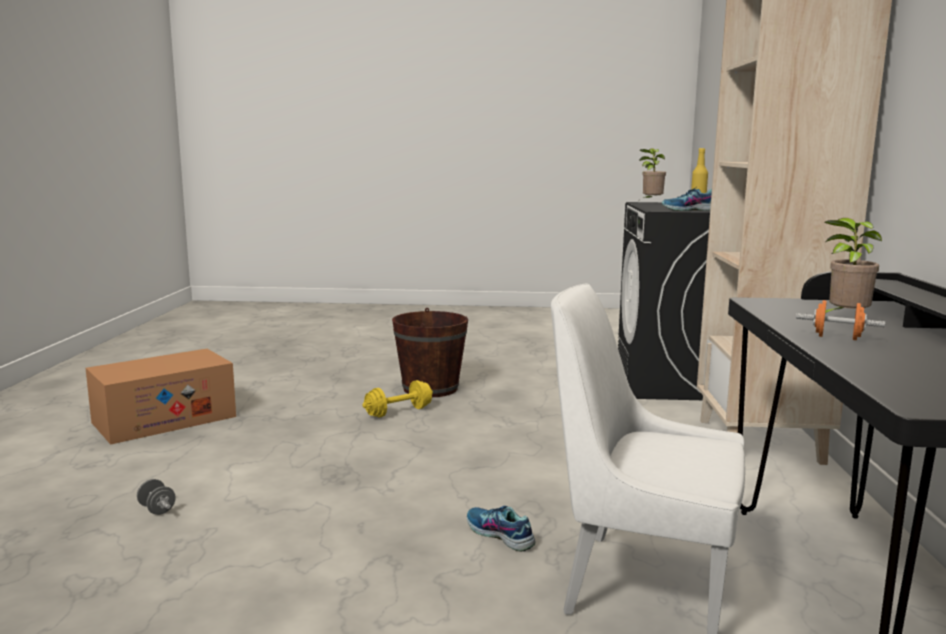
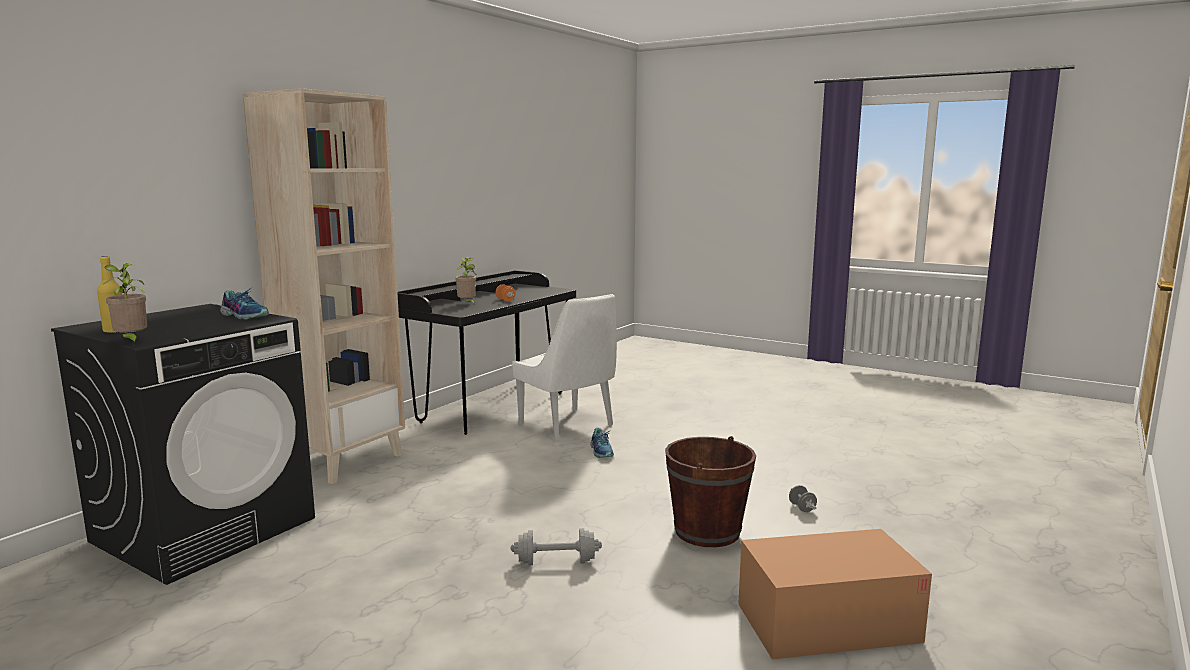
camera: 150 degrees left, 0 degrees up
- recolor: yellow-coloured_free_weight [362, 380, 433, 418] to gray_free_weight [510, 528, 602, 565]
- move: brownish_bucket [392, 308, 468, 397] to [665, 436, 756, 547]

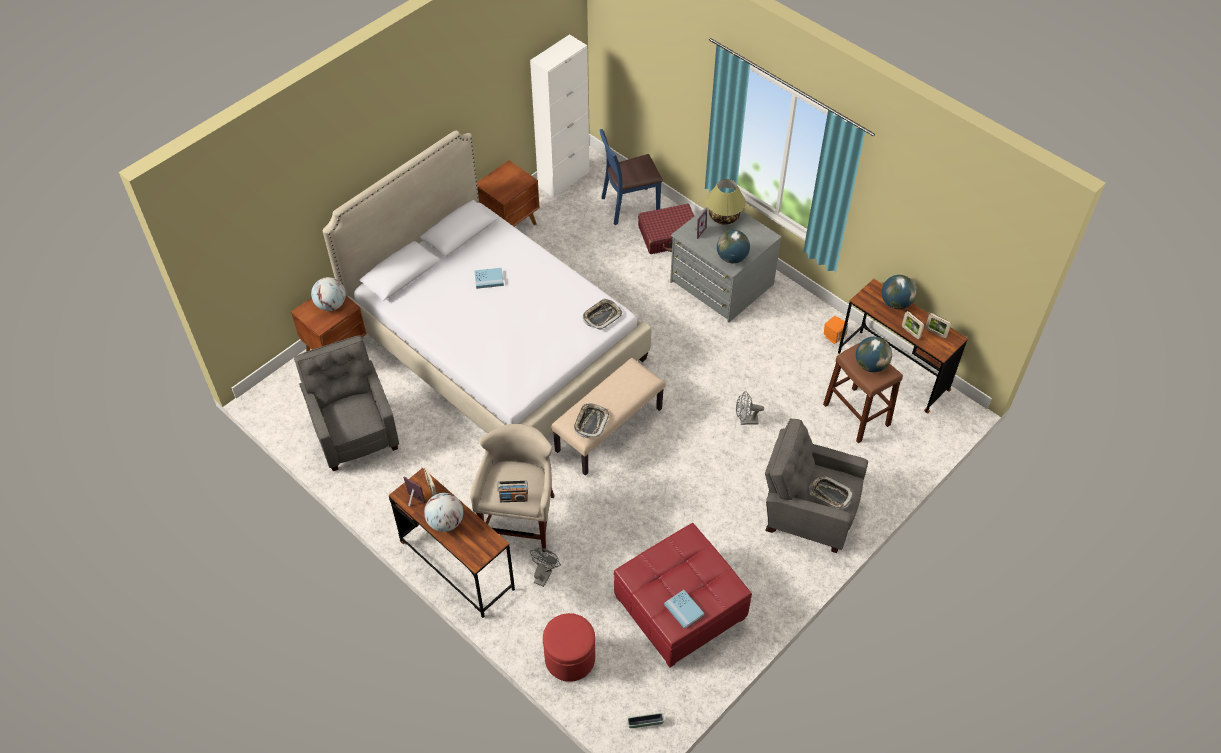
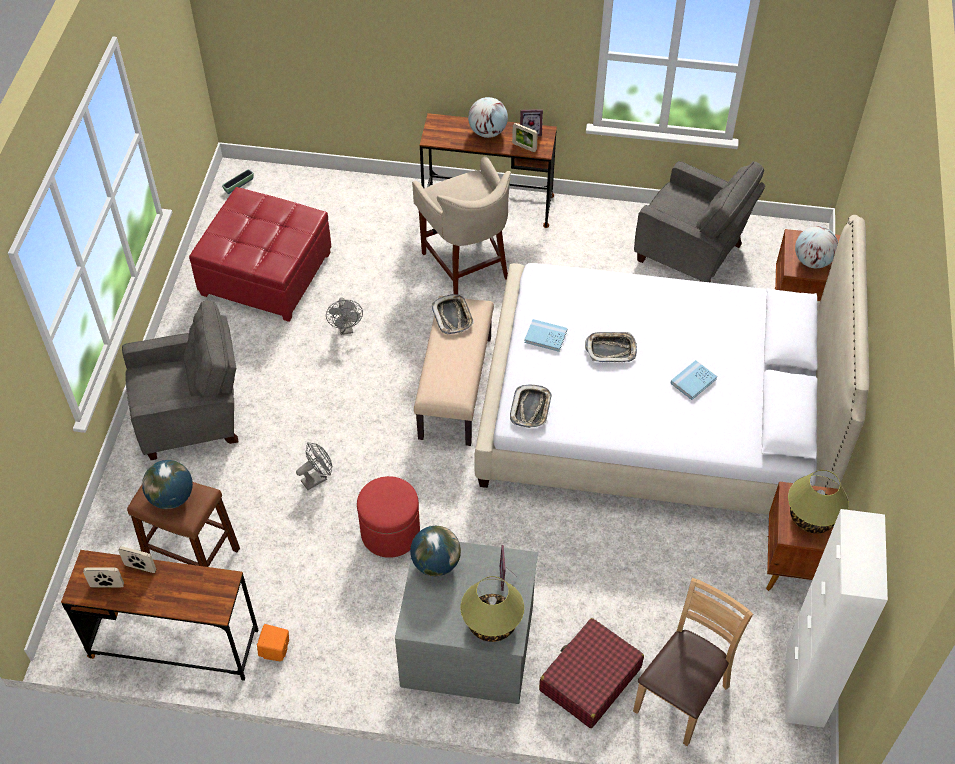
camera: 145 degrees right, 0 degrees up
- delete: radio_receiver [497, 481, 528, 502]
- move: gray_cooling_fan [530, 548, 561, 587] to [326, 298, 363, 335]
- move: red-coloured_footrest [543, 613, 595, 682] to [357, 476, 420, 558]
- recolor: blue_plain_chair [600, 129, 663, 225] to brownish_plain_chair [633, 578, 753, 746]
- move: blue_book [664, 590, 704, 629] to [524, 319, 567, 352]
- move: carrying_tray [809, 475, 853, 509] to [585, 332, 637, 362]
- delete: world_globe [881, 275, 917, 309]
- insert: tabletop_lamp [788, 470, 849, 533]

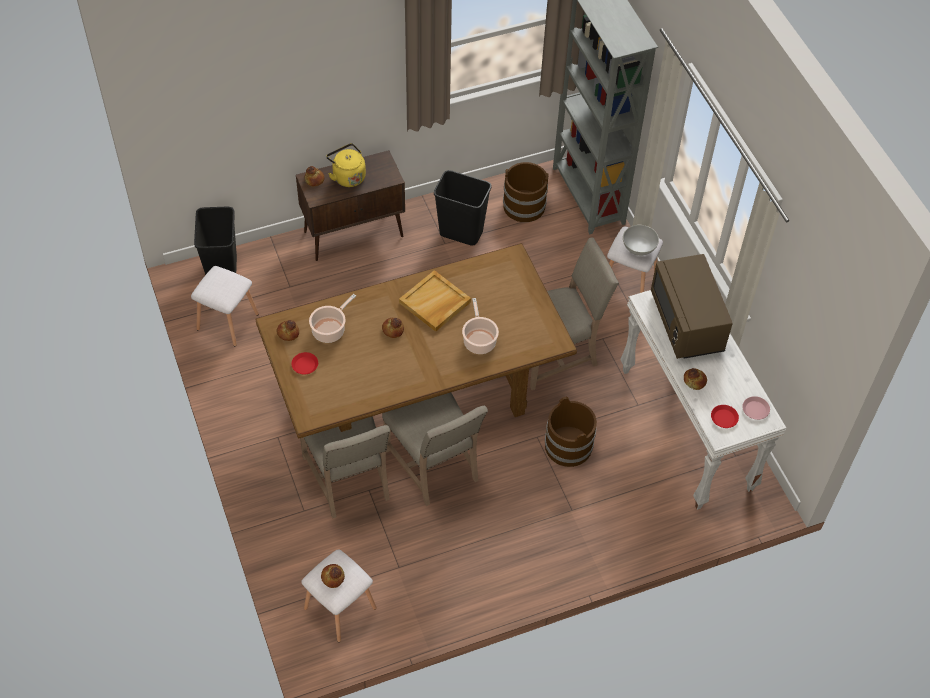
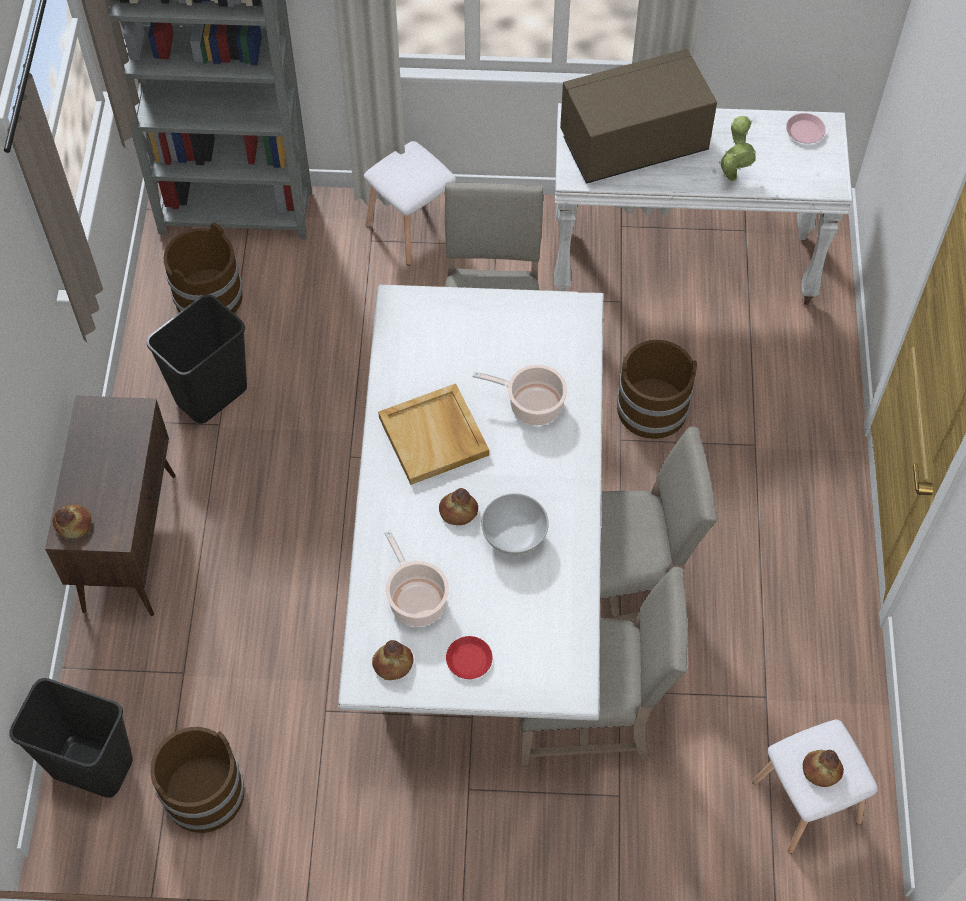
camera: 65 degrees left, 5 degrees up
- replace: whitish_stool [191, 266, 259, 346] to brownish_bucket [150, 727, 244, 833]
- recolor: brownish_kitchen_table [255, 243, 577, 439] to whitish_kitchen_table [338, 285, 603, 721]
- delete: yellow-coloured_water_kettle [326, 143, 366, 187]
- move: whitish_deep_dish [623, 225, 659, 256] to [481, 493, 549, 555]
- rotate: brownish_microwave_oven [651, 254, 733, 359] = [560, 49, 717, 184] 150 degrees clockwise
- replace: baked_bread [684, 368, 707, 390] to potted_plant [719, 116, 756, 181]
- delete: red-coloured_flat_dish [711, 405, 739, 428]

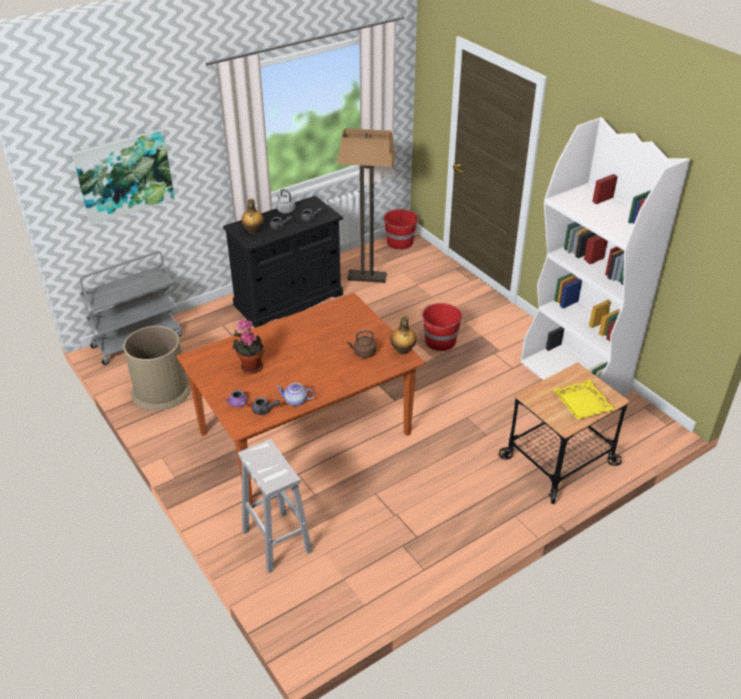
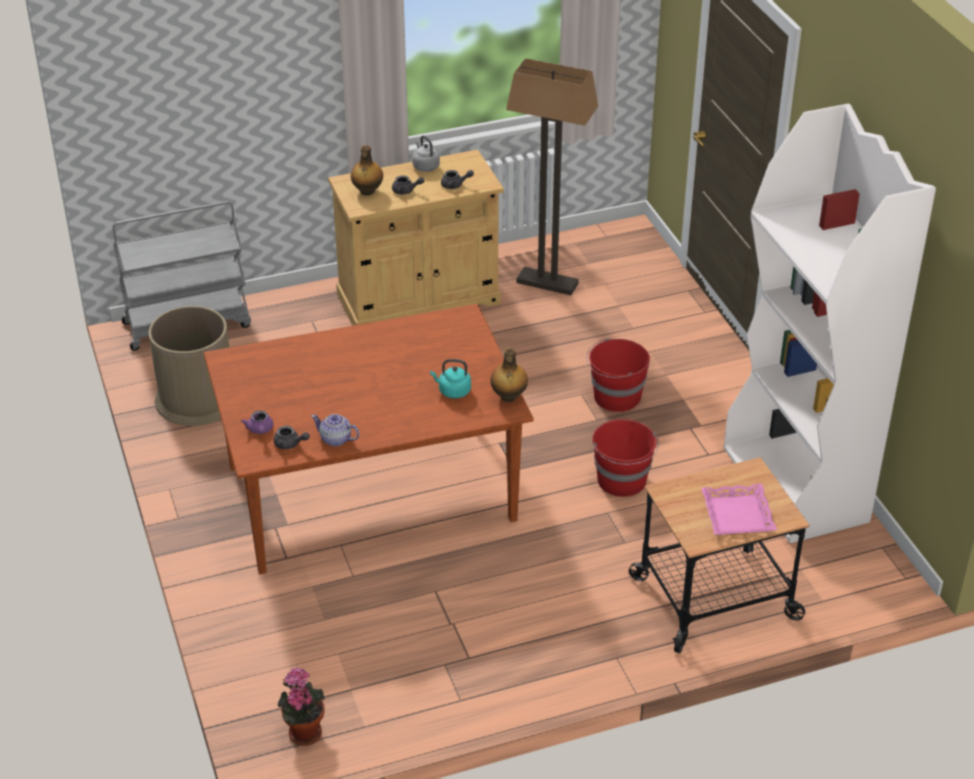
camera: 15 degrees right, 0 degrees up
- delete: wall_art [72, 129, 175, 225]
- recolor: blackish_cabinet [223, 196, 343, 328] to beige_cabinet [328, 150, 504, 326]
- move: potted_plant [233, 319, 264, 374] to [277, 667, 325, 746]
- delete: whitish_stool [238, 439, 312, 573]
- recolor: brownish_water_kettle [347, 330, 376, 358] to turquoise_water_kettle [430, 359, 471, 398]
- move: red-coloured_bucket [384, 209, 419, 250] to [592, 419, 659, 497]
- recolor: yellow-coloured_carrying_tray [553, 380, 615, 420] to pinkish_carrying_tray [701, 484, 777, 535]

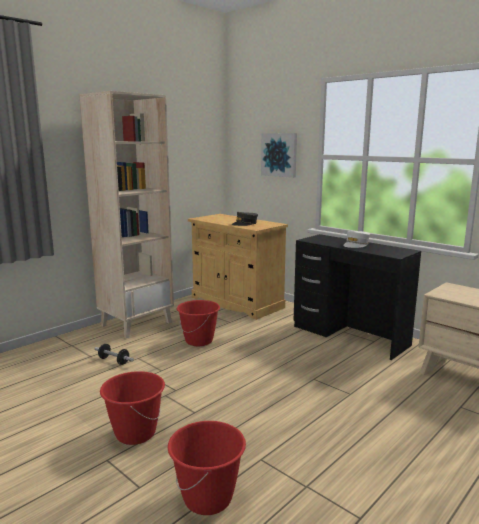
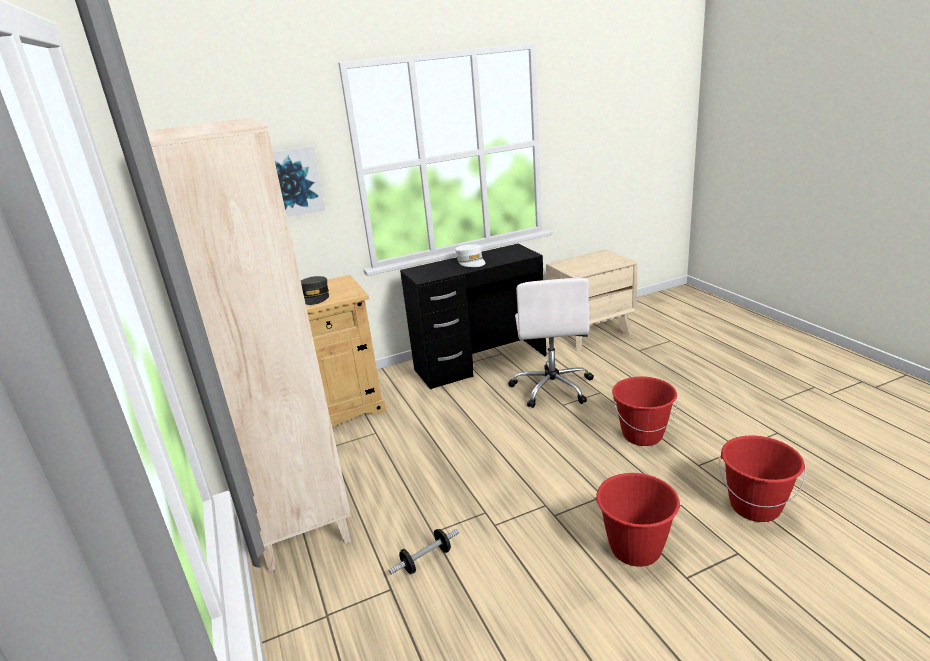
camera: 65 degrees left, 10 degrees up
- move: red-coloured_bucket [177, 300, 220, 346] to [612, 377, 677, 446]
- insert: whitish_computer_chair [508, 278, 594, 408]

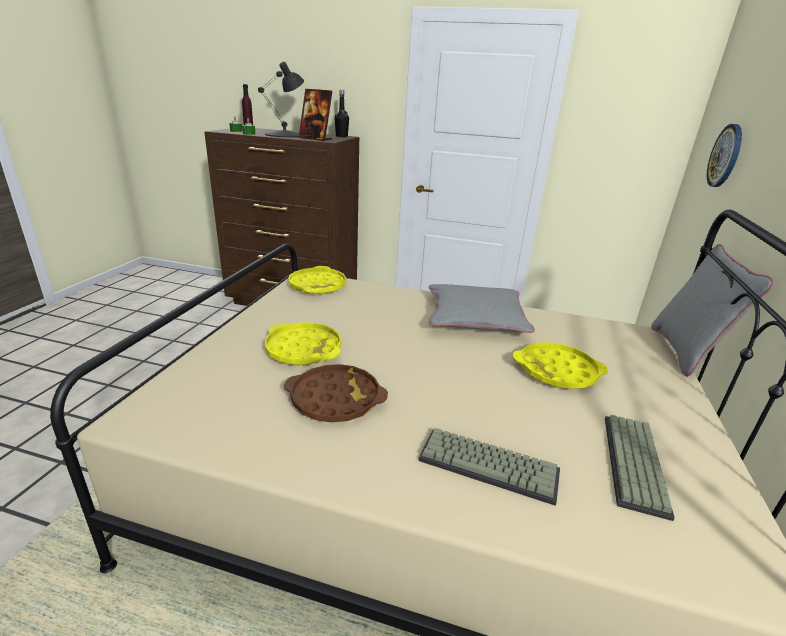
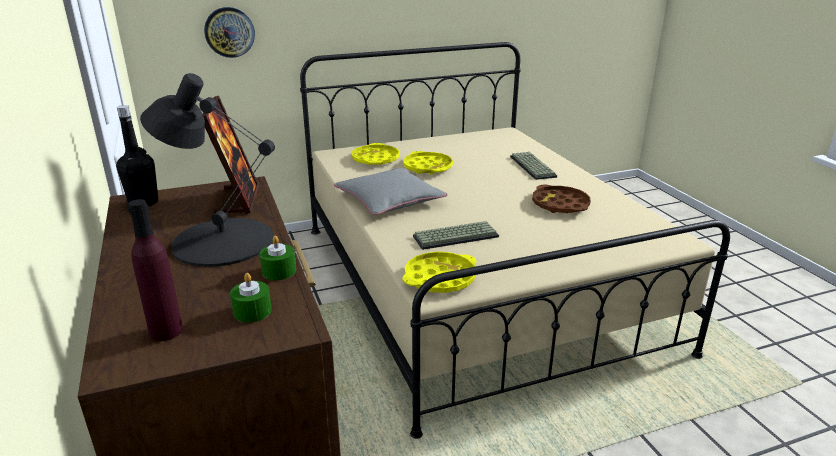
camera: 125 degrees left, 0 degrees up
- move: yellow-coloured_carrying_tray [265, 323, 341, 366] to [351, 143, 400, 165]
- move: PC_keyboard [605, 415, 674, 521] to [413, 221, 499, 250]
- delete: gray_pillow [651, 244, 775, 377]

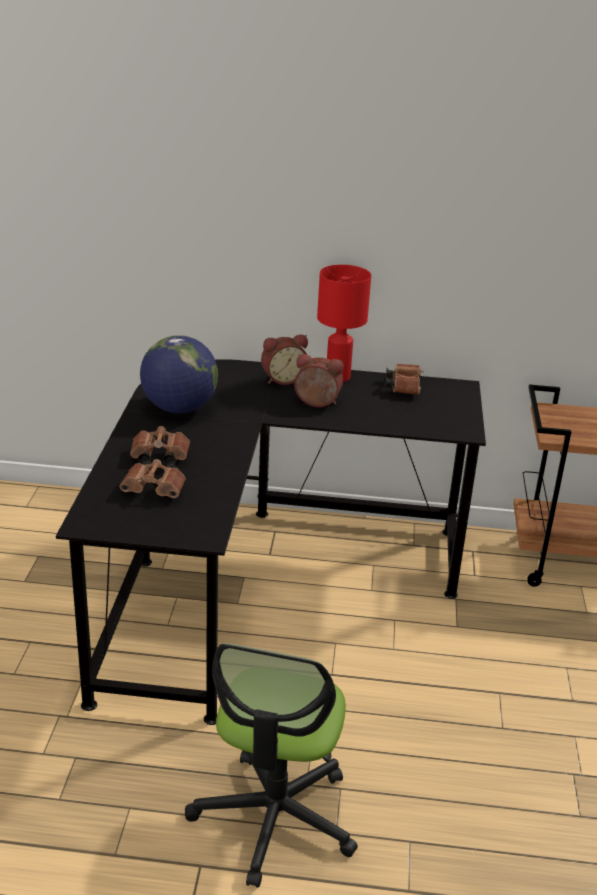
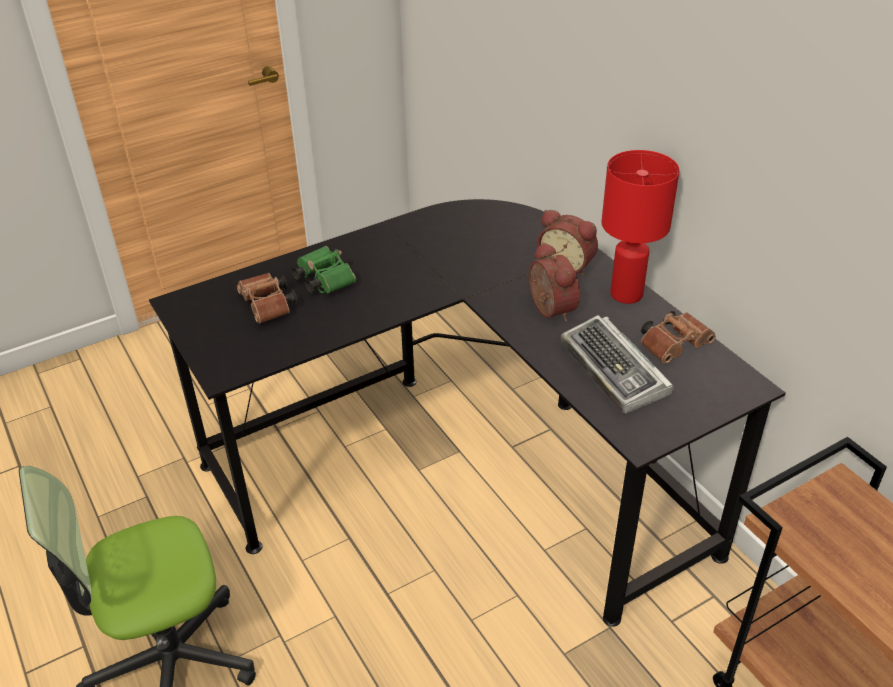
camera: 55 degrees right, 10 degrees up
- recolor: brownish_field_glasses [130, 426, 190, 466] to greenish_field_glasses [292, 246, 356, 293]
- delete: world_globe [140, 335, 218, 413]
- insert: PC_keyboard [560, 315, 674, 414]

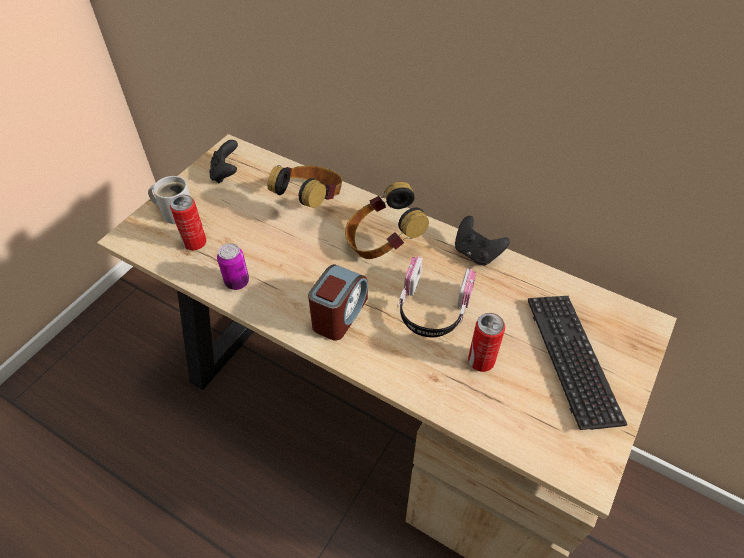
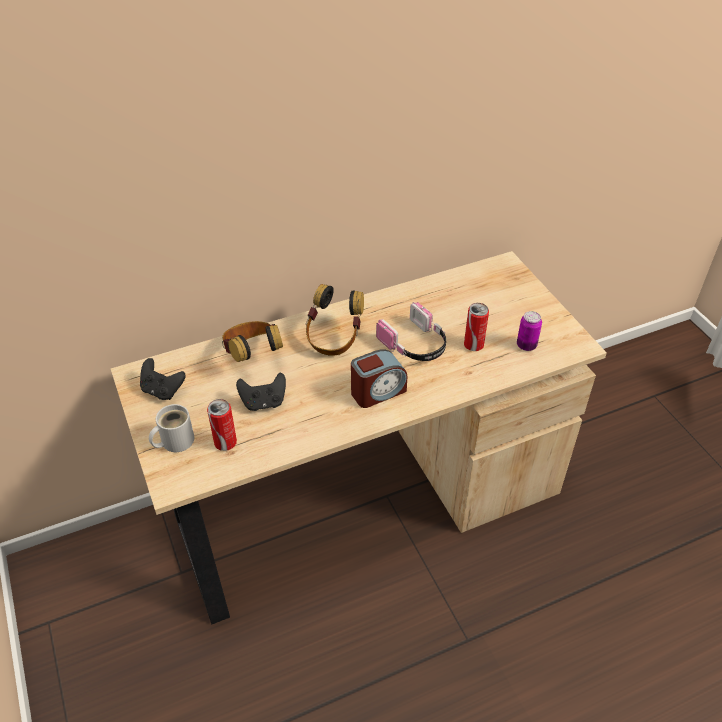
camera: 55 degrees left, 5 degrees down
- move: metal_can [217, 243, 249, 290] to [517, 311, 542, 351]
- rotate: alarm_clock [308, 264, 368, 340] = [351, 349, 407, 408] 90 degrees clockwise
- move: blackish_joypad [455, 216, 510, 266] to [236, 373, 286, 411]
- delete: PC_keyboard [528, 296, 627, 430]

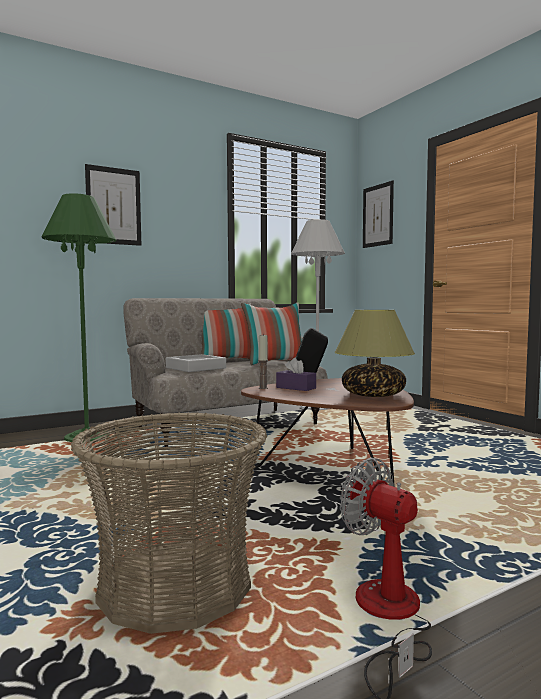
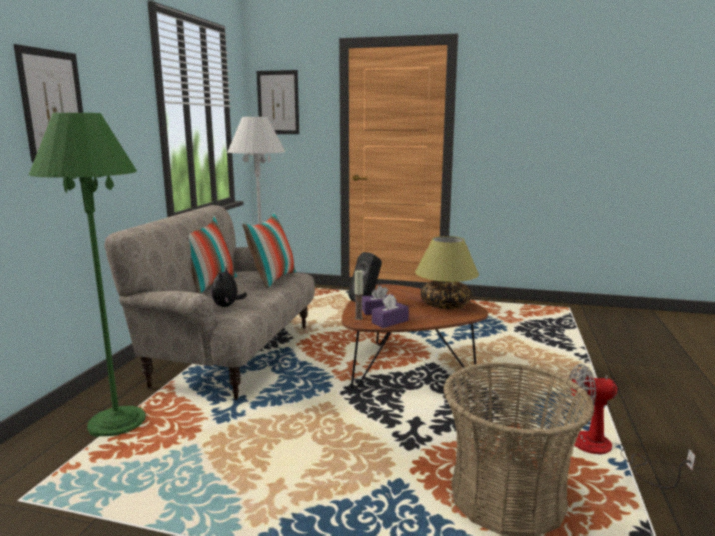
camera: 45 degrees left, 10 degrees up
- replace: gray_carrying_tray [166, 354, 226, 372] to plush_toy [211, 268, 247, 307]
- insert: purple_tissue_holder [372, 294, 409, 328]

